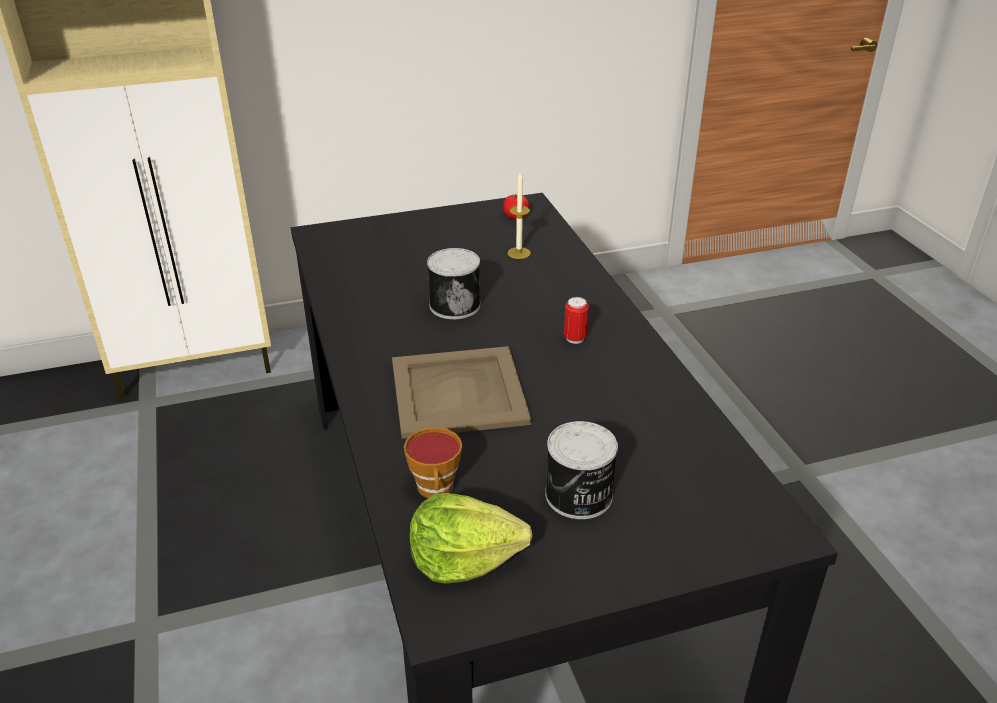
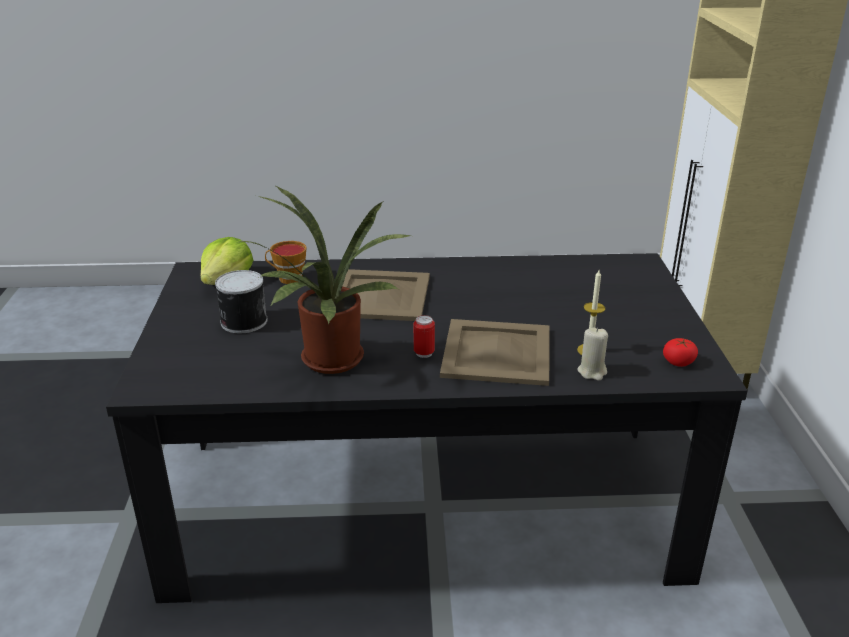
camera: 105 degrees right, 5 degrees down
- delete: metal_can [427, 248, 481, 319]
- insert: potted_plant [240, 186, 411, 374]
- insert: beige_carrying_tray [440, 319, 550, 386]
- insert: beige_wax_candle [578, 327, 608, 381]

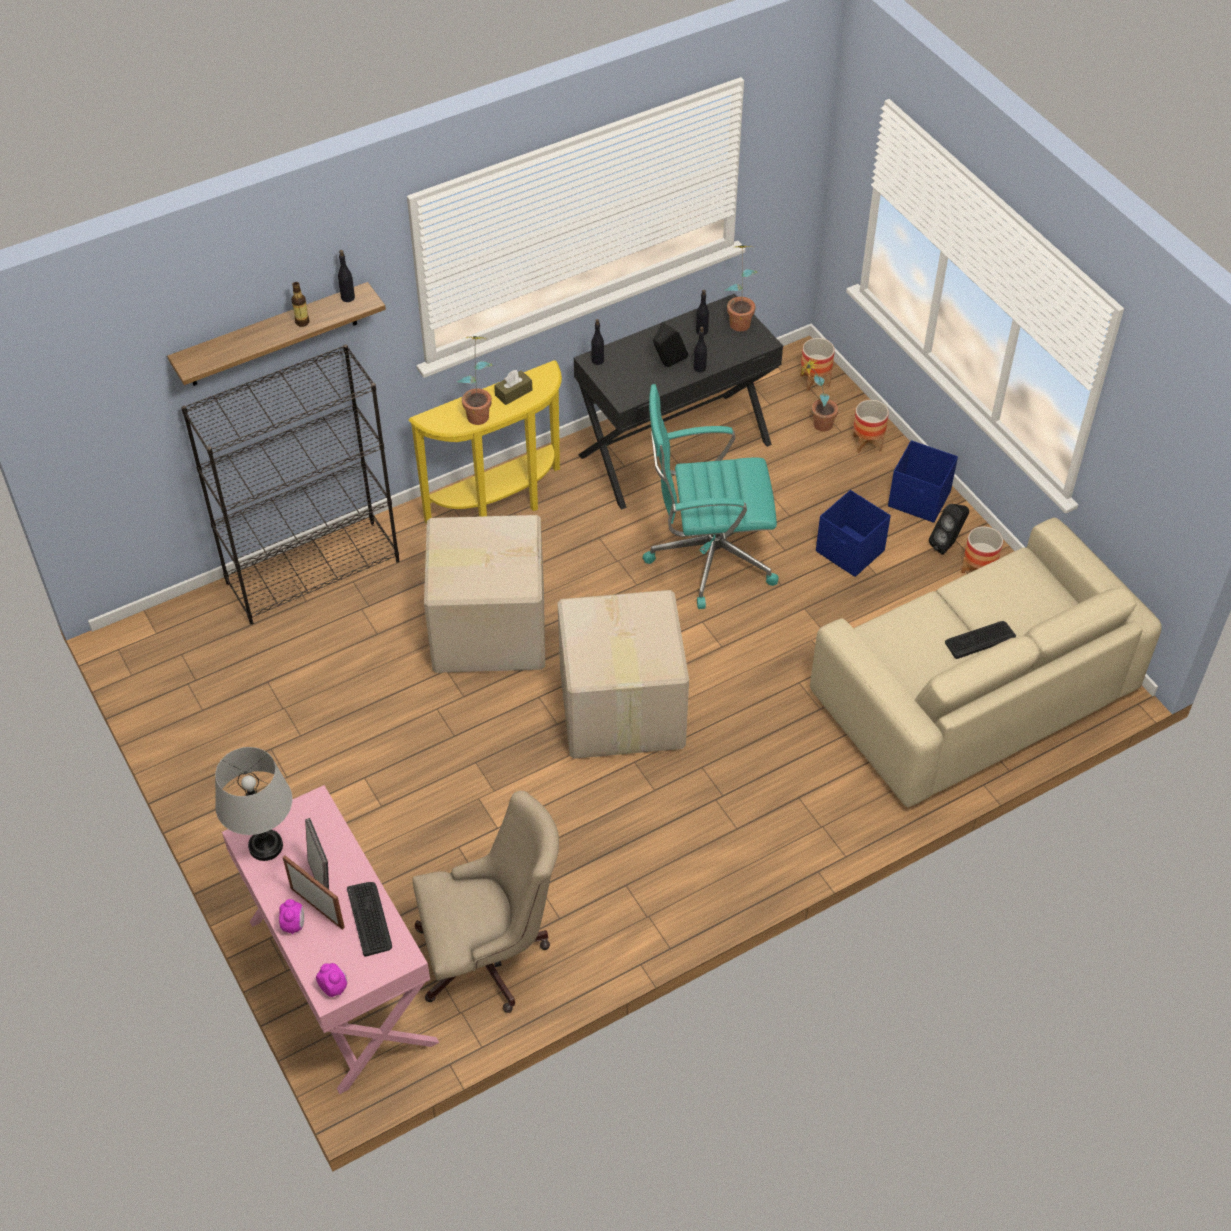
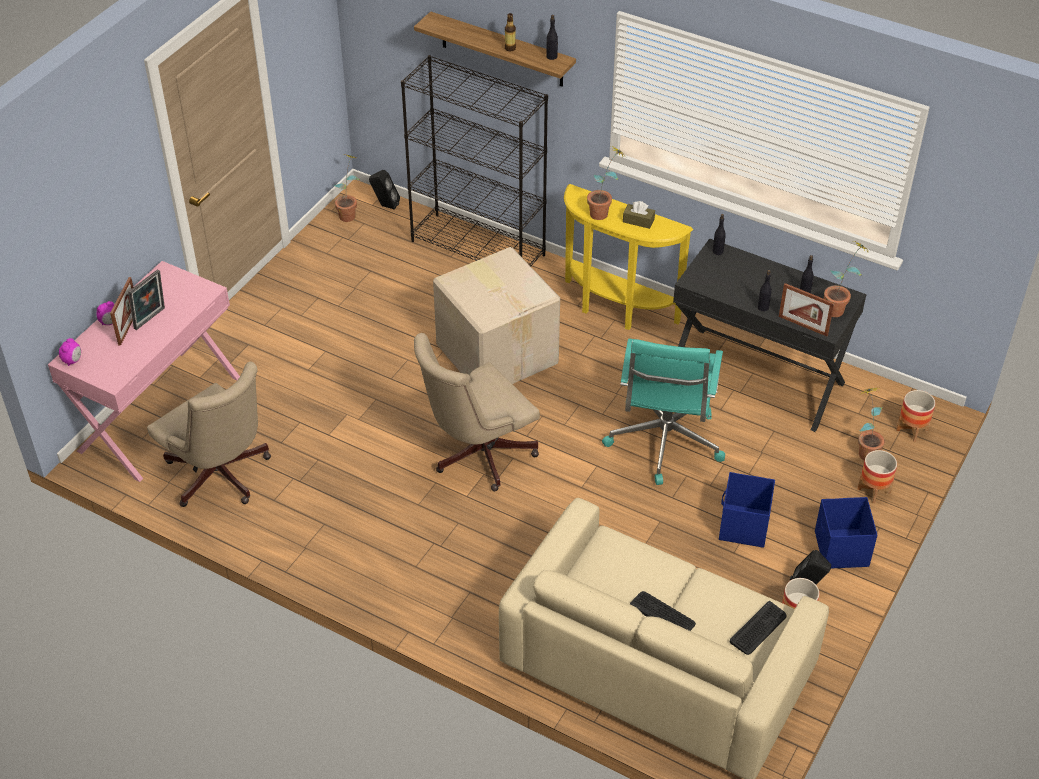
camera: 60 degrees right, 5 degrees down
- delete: gray_tabletop_lamp [215, 747, 292, 861]
- move: PC_keyboard [347, 882, 392, 957] to [730, 601, 787, 655]
- replace: packing_box [557, 590, 689, 759] to beige_computer_chair [414, 333, 540, 491]
- rotate: turquoise_computer_chair [642, 384, 779, 609] = [602, 339, 725, 485] 135 degrees counterclockwise
- move: blackish_audio_speaker [653, 322, 689, 367] to [369, 170, 400, 210]
- insert: potted_plant [333, 154, 360, 222]
- insert: standing_frame [779, 283, 834, 336]

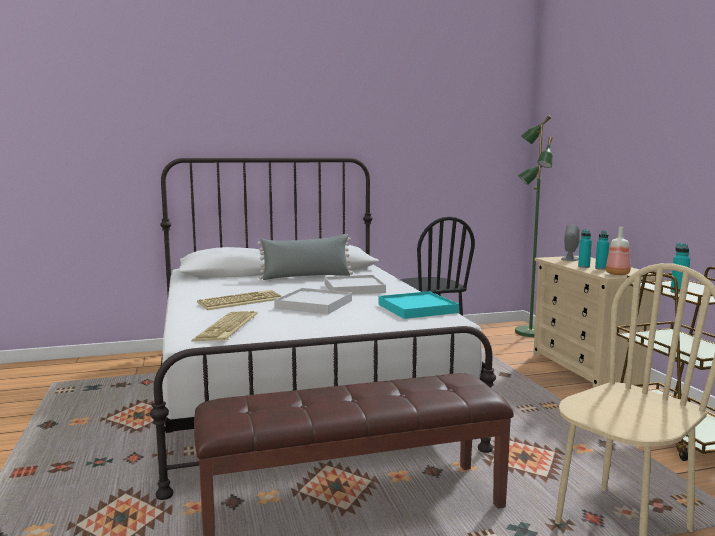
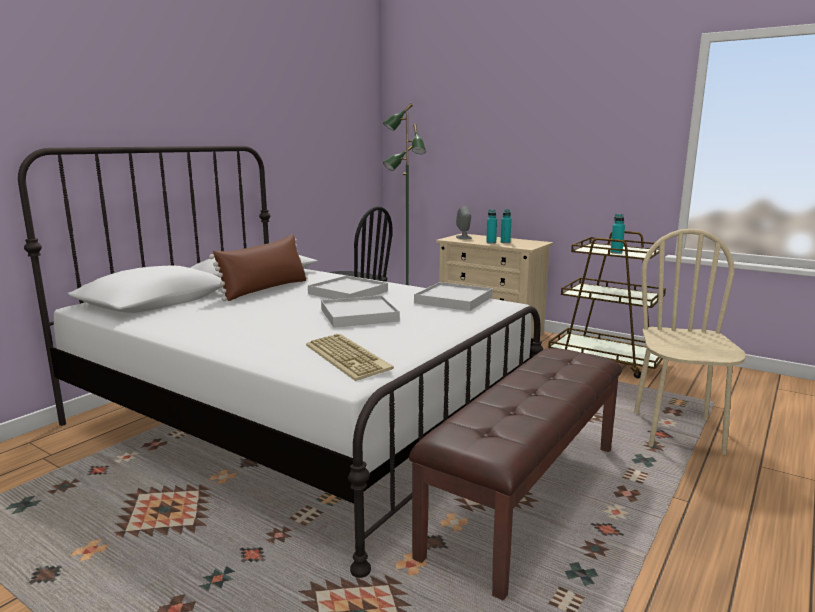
camera: 40 degrees left, 5 degrees up
- delete: PC_keyboard [197, 290, 282, 310]
- recolor: gray_pillow [257, 234, 353, 280] to brownish_pillow [209, 234, 307, 301]
- recolor: turquoise_carrying_tray [378, 291, 459, 319] to whitish_carrying_tray [414, 282, 493, 311]
- delete: drink_bottle [605, 227, 631, 275]

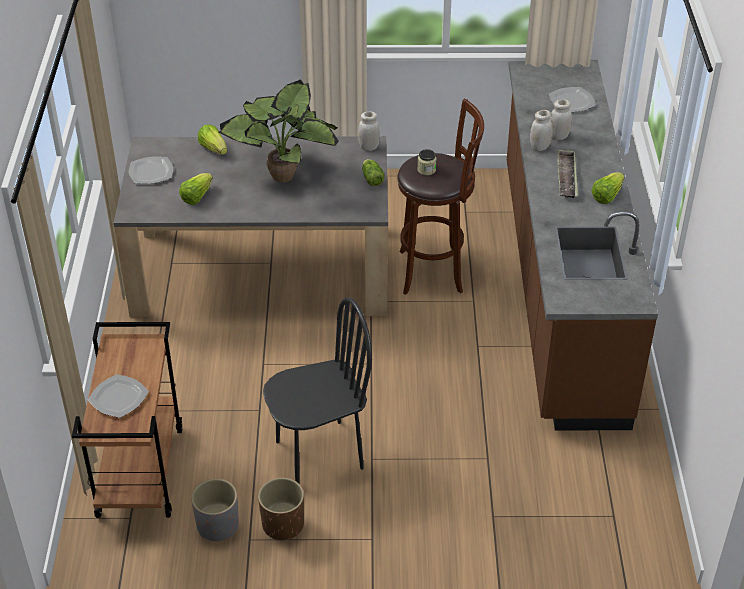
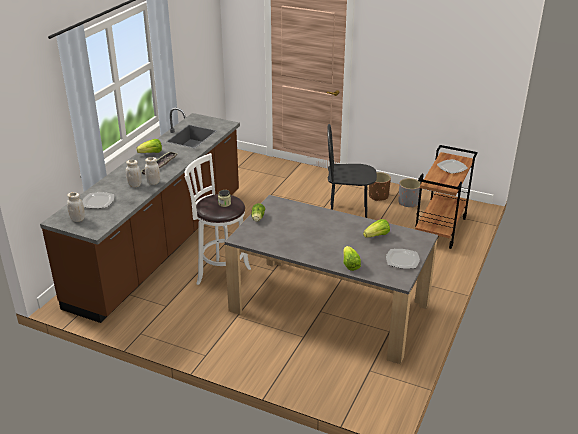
camera: 155 degrees left, 10 degrees down
- delete: potted_plant [218, 79, 339, 183]
- move: whitish_storage_jar [358, 112, 380, 151] to [67, 192, 85, 222]
- recolor: brownish_stool [397, 98, 484, 295] to whitish_stool [185, 153, 251, 285]

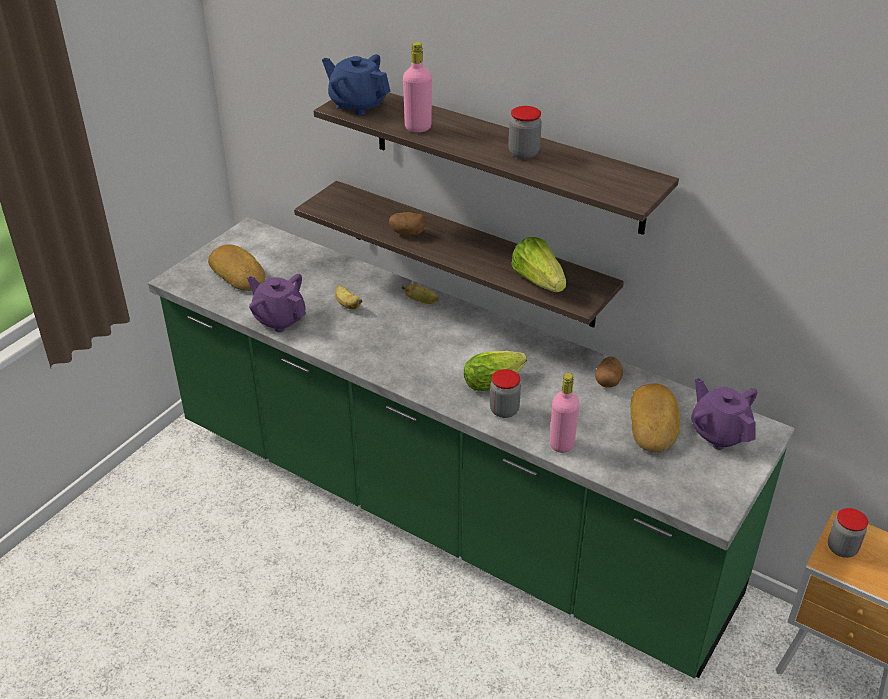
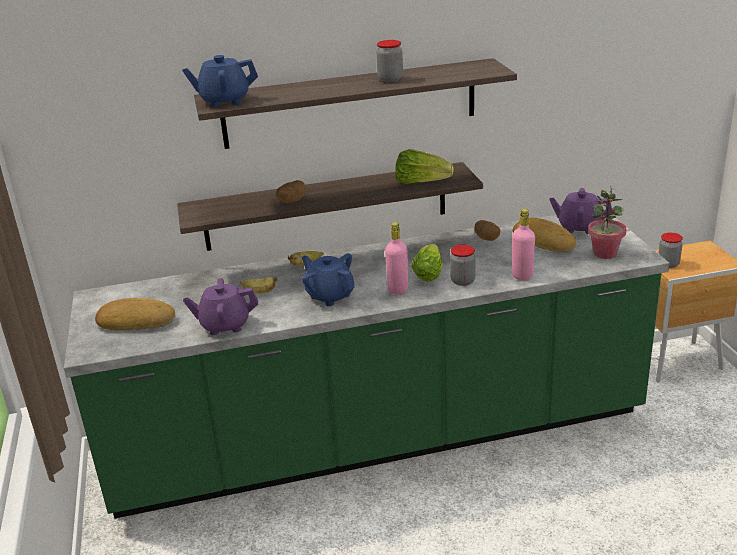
camera: 45 degrees left, 10 degrees down
- move: pinkish_drink_bottle [403, 42, 432, 133] to [385, 222, 408, 295]
- insert: blue_teapot [302, 253, 355, 306]
- insert: potted_plant [588, 185, 626, 259]

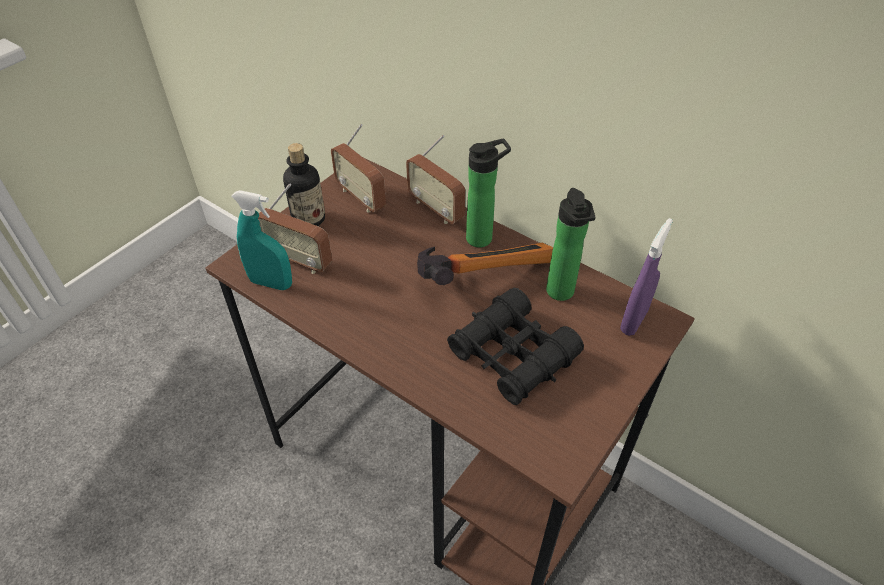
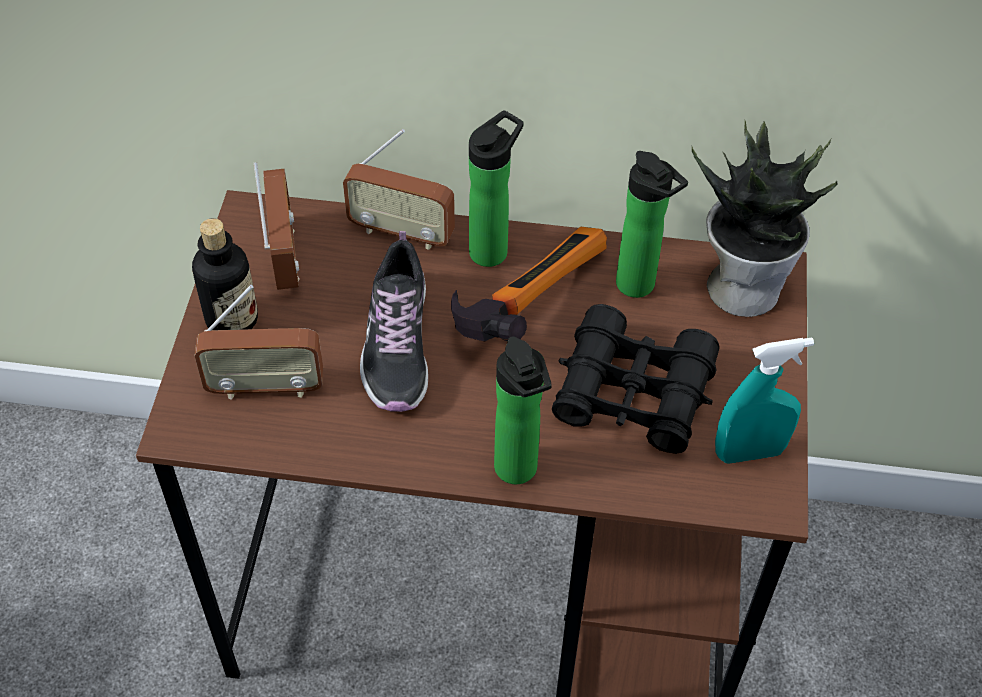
camera: 30 degrees left, 5 degrees up
- move: turquoise_spray_bottle [231, 190, 292, 290] to [715, 338, 814, 464]
- rotate: radio_receiver [331, 124, 386, 213] = [254, 162, 300, 290] 120 degrees counterclockwise
- replace: purple_spray_bottle [620, 218, 673, 336] to potted_plant [692, 119, 837, 317]
- insert: shoe [360, 231, 428, 412]
- insert: drink_bottle [494, 337, 552, 484]

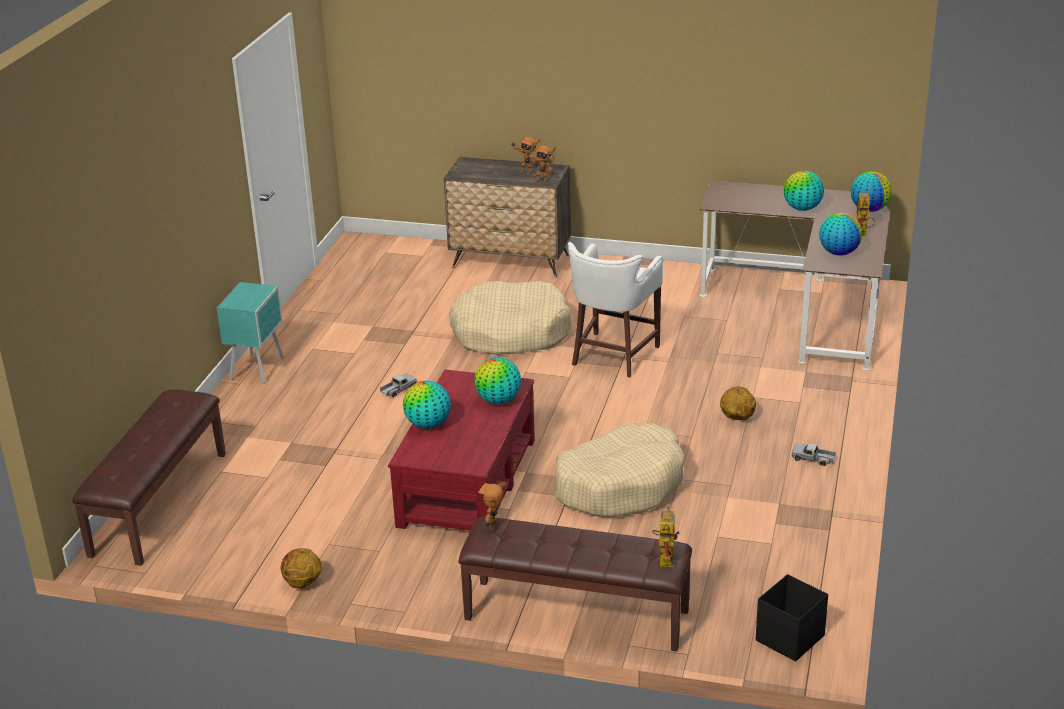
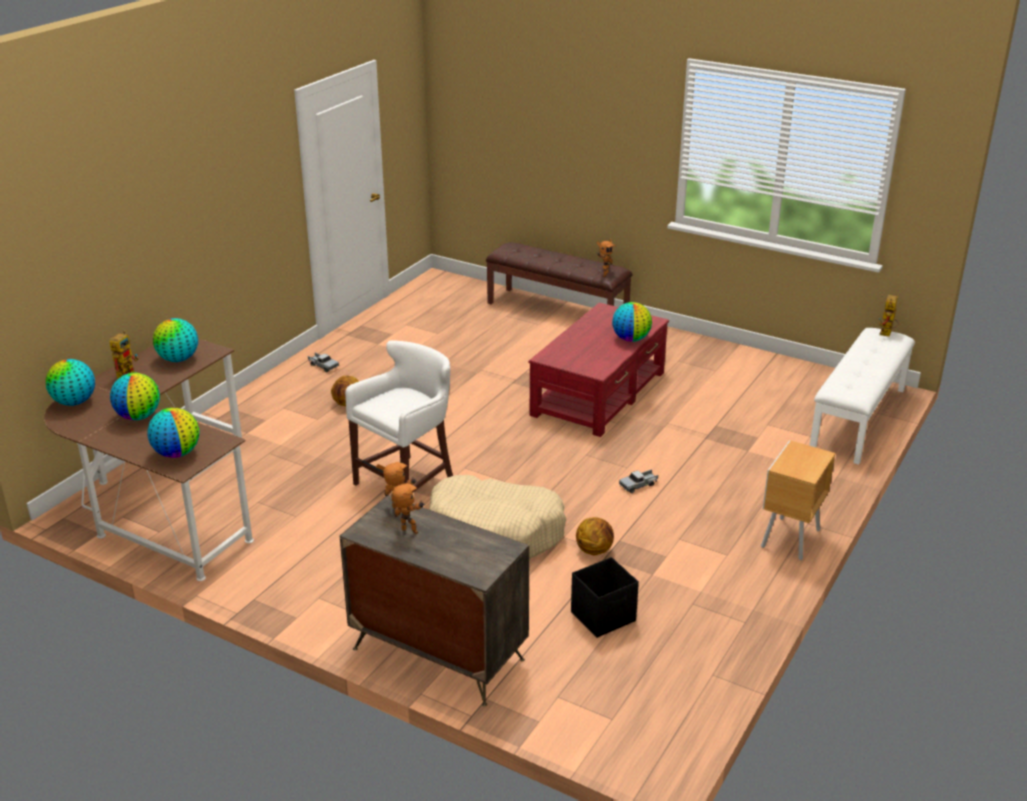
camera: 165 degrees left, 0 degrees up
- recolor: brownish_bench [72, 390, 226, 566] to whitish_bench [810, 328, 915, 465]
- recolor: turquoise_nightstand [217, 282, 284, 383] to brownish_nightstand [761, 440, 835, 560]
- move: basketball [281, 548, 322, 589] to [576, 517, 614, 555]
- move: world_globe [474, 357, 521, 404] to [147, 407, 199, 458]
- delete: beige_dog_bed [555, 423, 684, 518]
- move: robot_figure [652, 506, 679, 567] to [879, 295, 899, 336]
- move: blackish_storage_container [756, 574, 828, 661] to [571, 557, 639, 638]

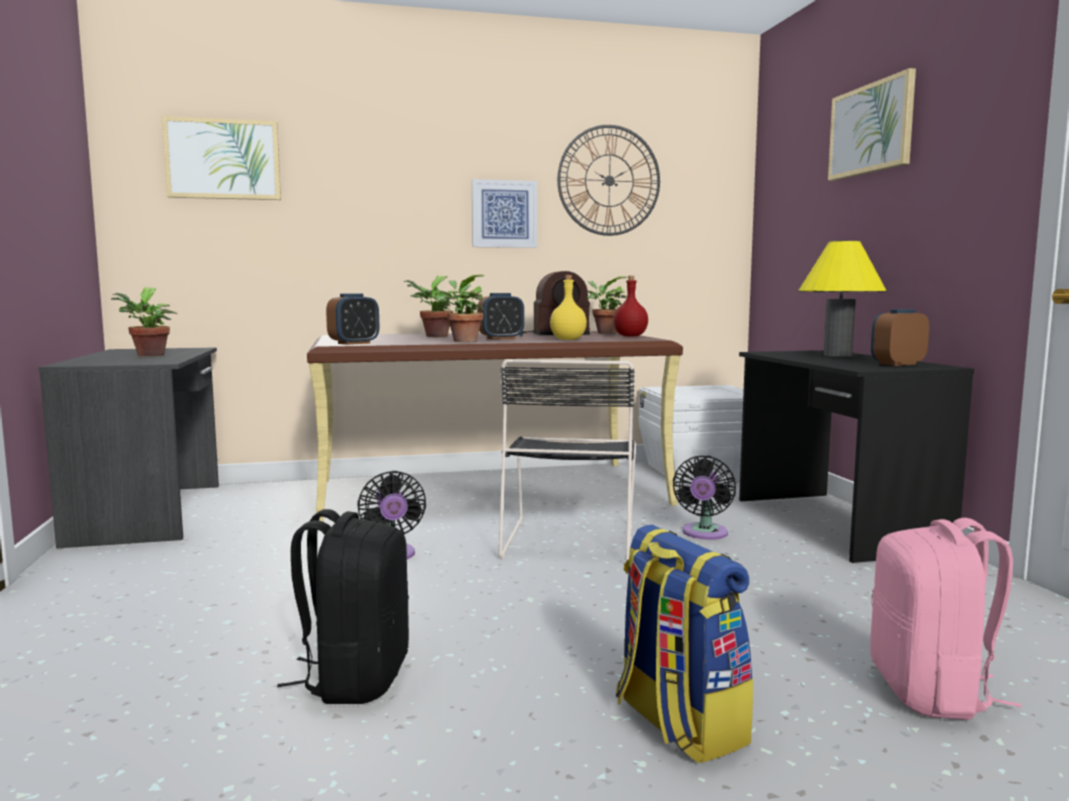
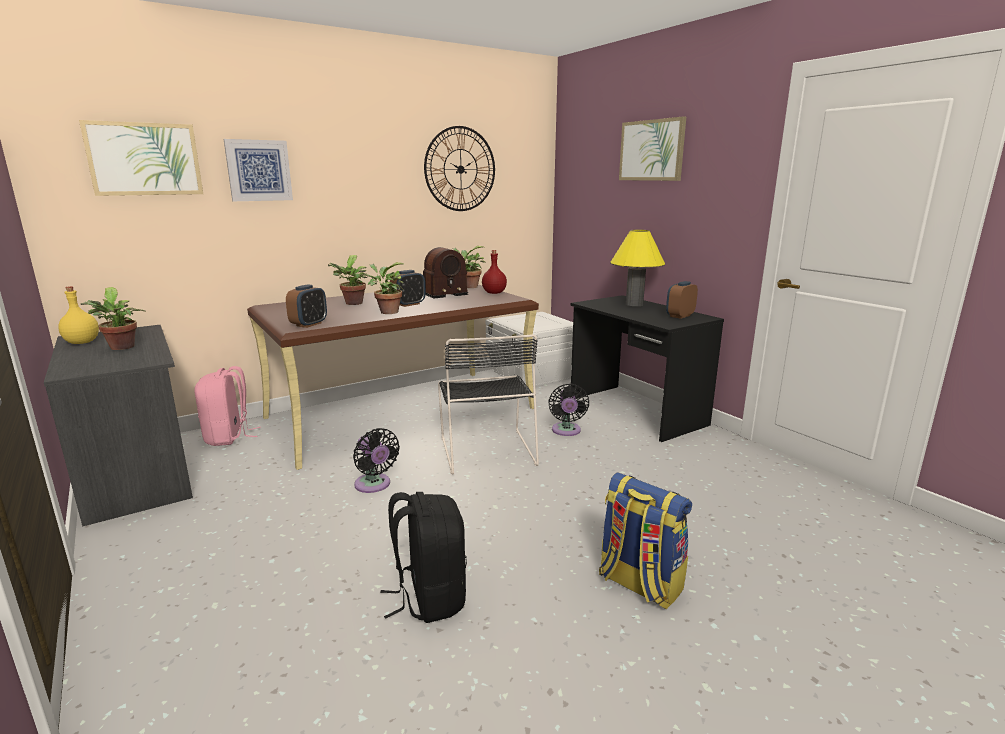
camera: 20 degrees left, 10 degrees up
- move: wall_art [472, 179, 537, 248] to [224, 139, 293, 201]
- move: yellow-coloured_drink_bottle [550, 275, 587, 340] to [58, 286, 99, 344]
- move: pinkish_knapsack [870, 518, 1022, 720] to [195, 366, 261, 446]

